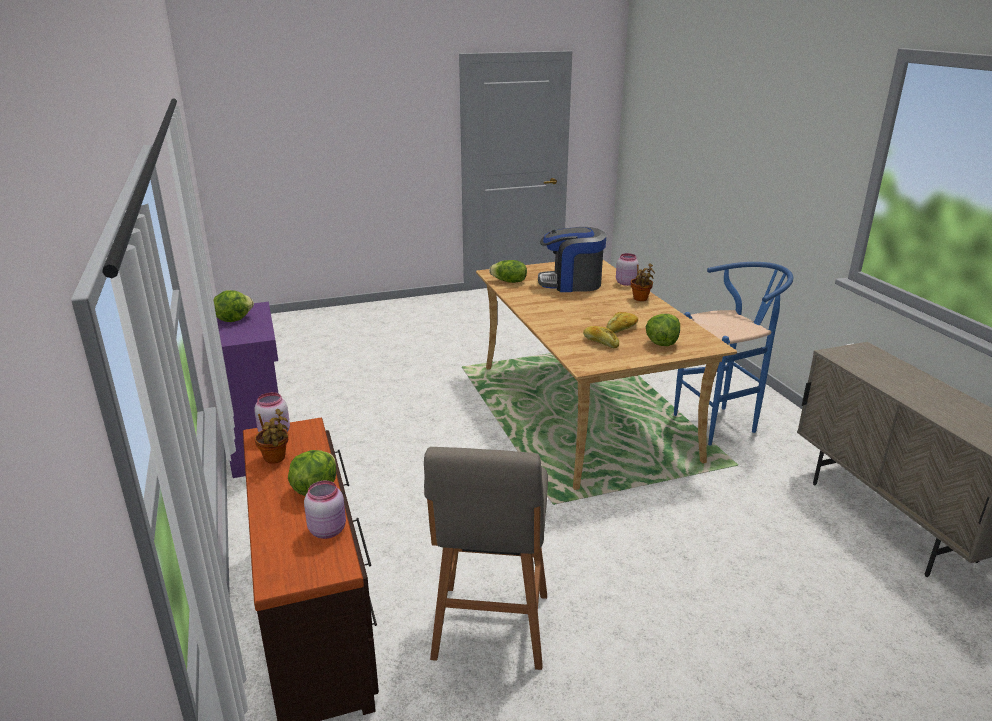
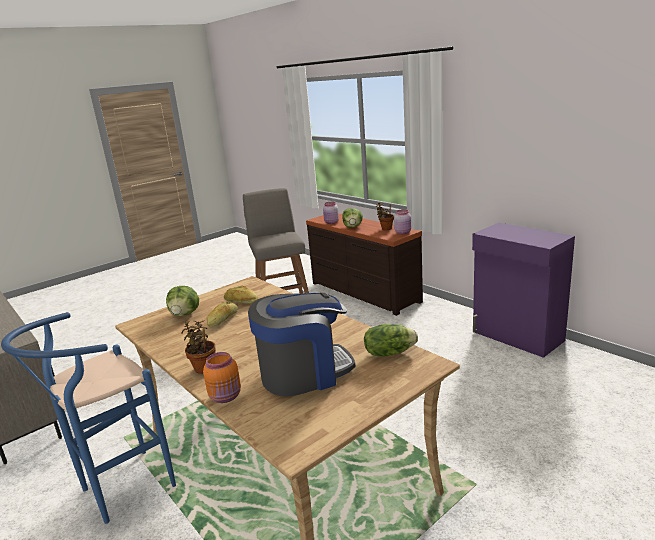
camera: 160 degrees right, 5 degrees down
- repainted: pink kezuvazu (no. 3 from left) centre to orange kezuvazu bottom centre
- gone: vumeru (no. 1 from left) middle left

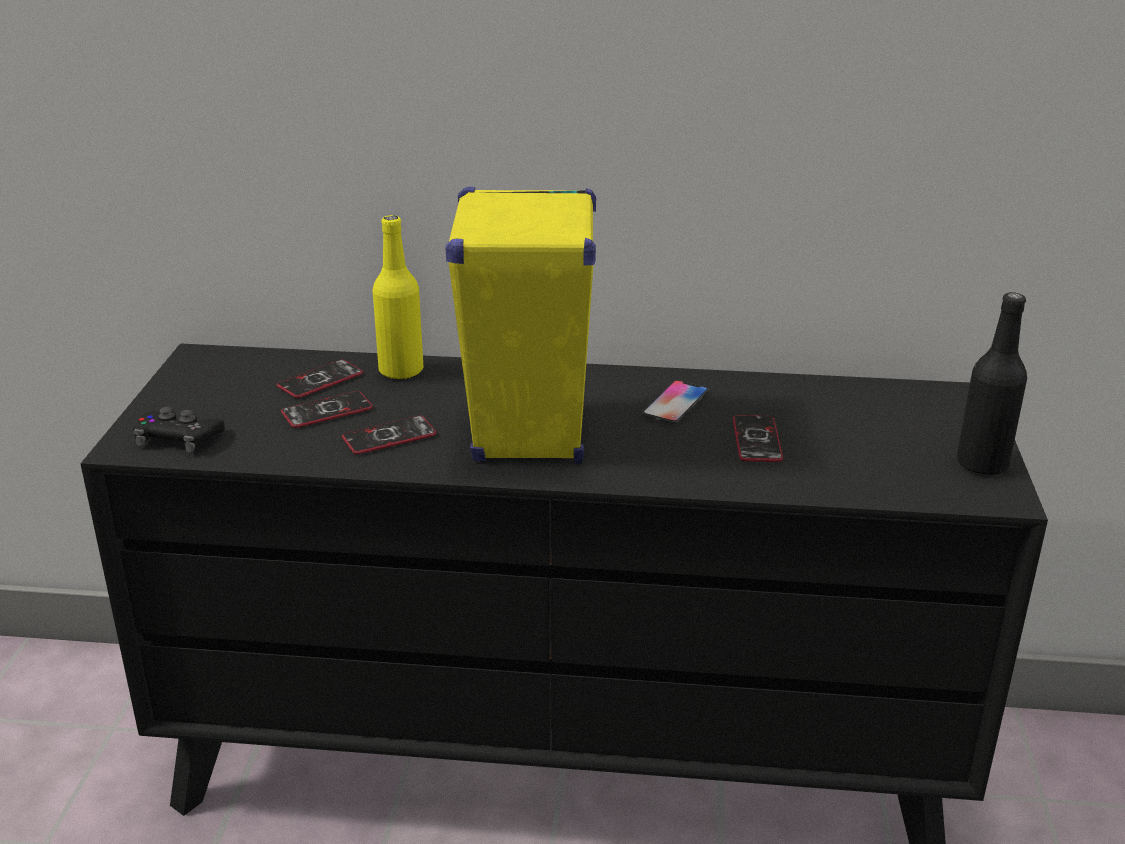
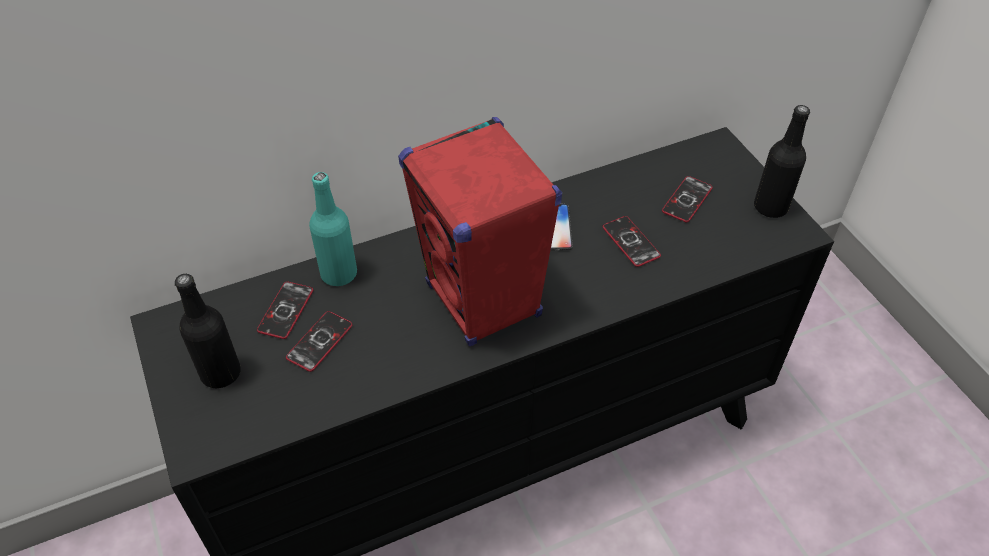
camera: 30 degrees left, 20 degrees up
- repainted: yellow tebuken centre to red tebuken centre
- repainted: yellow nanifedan centre to turquoise nanifedan centre
- gone: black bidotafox middle left
- shifted: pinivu (no. 3 from left in the first image) centre to pinivu (no. 5 from left) middle right
- new: black nanifedan (no. 1 from left) middle left

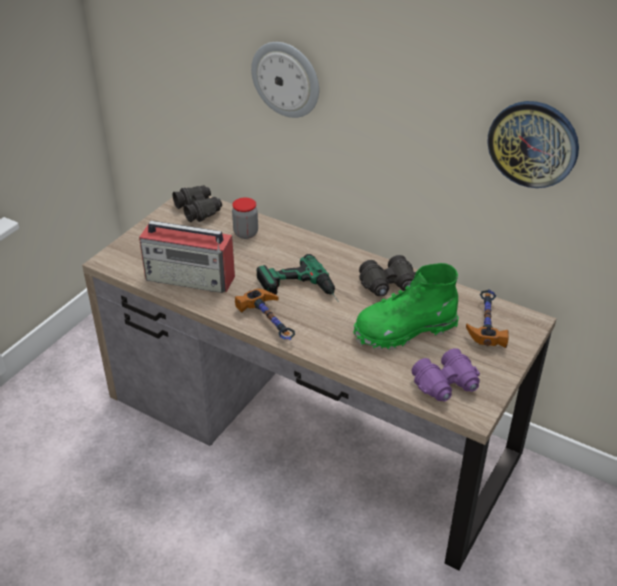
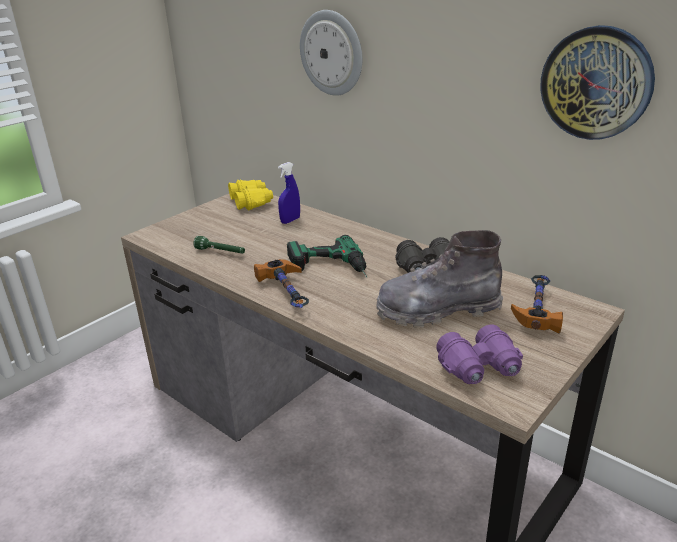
camera: 10 degrees right, 10 degrees down
- repainted: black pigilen (no. 1 from left) middle left to yellow pigilen centre
- swapped: kezuvazu centre to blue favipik centre
- swapped: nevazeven middle left to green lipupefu middle left
- repainted: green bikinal centre to grey bikinal centre

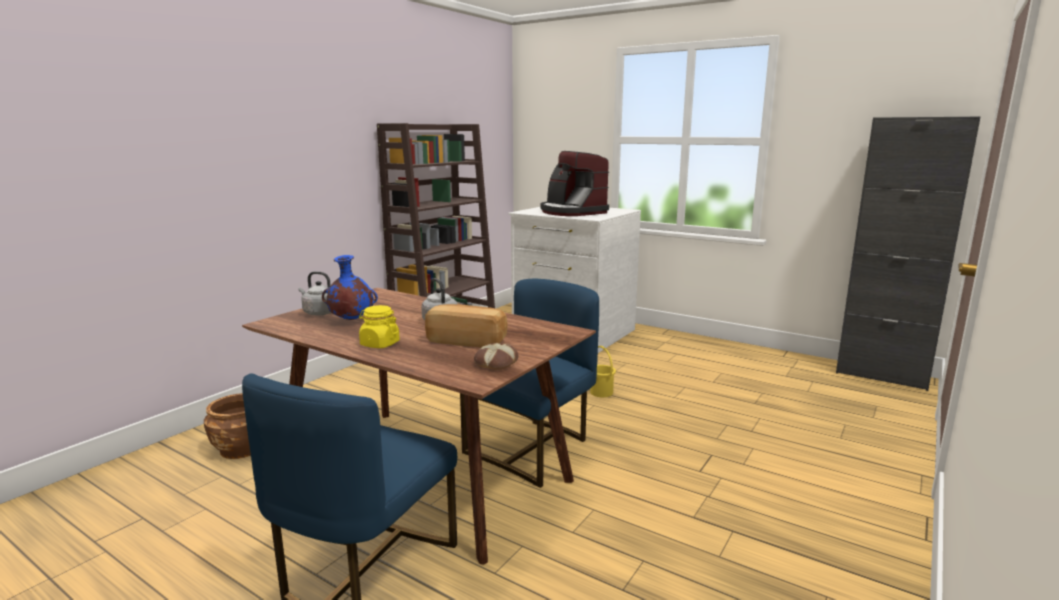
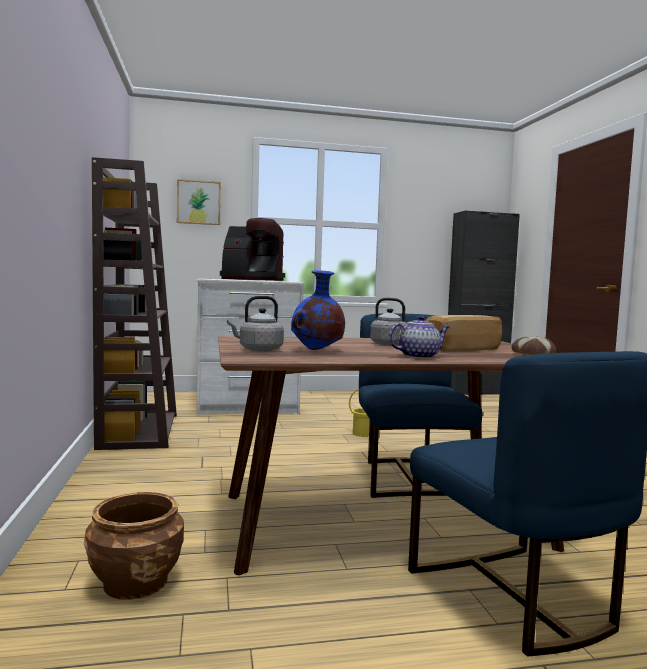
camera: 45 degrees left, 10 degrees down
- swapped: yellow kezuvazu centre to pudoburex centre
- new: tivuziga top left

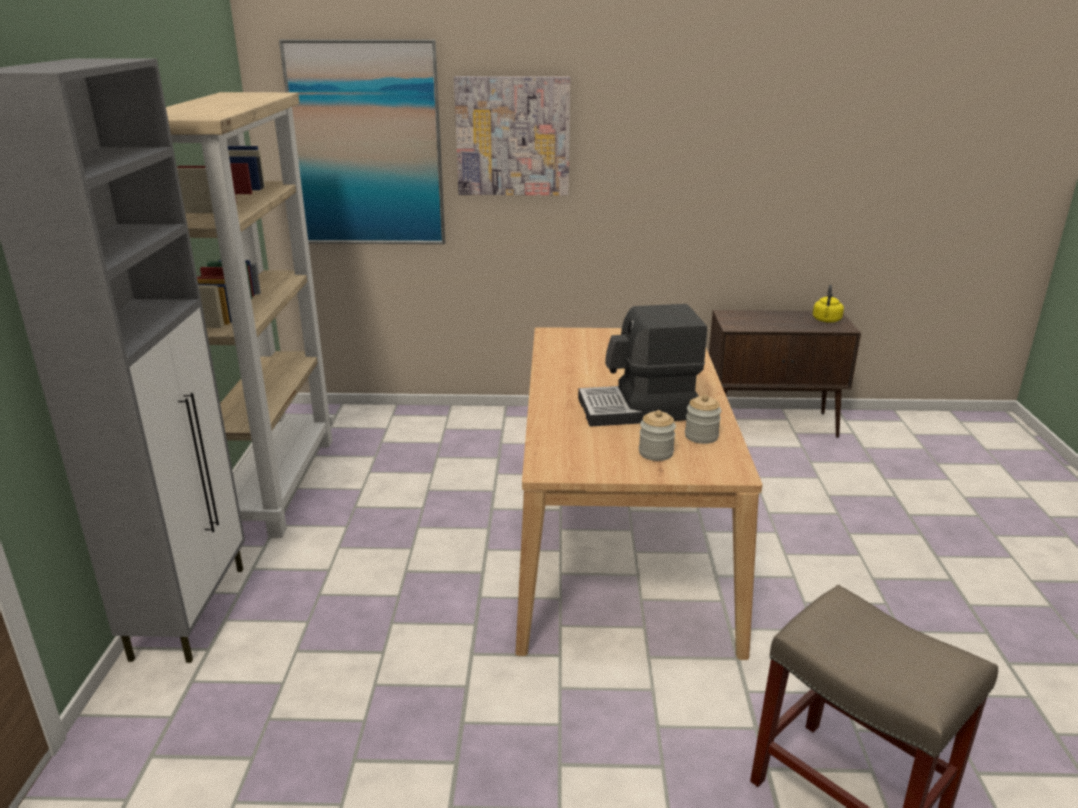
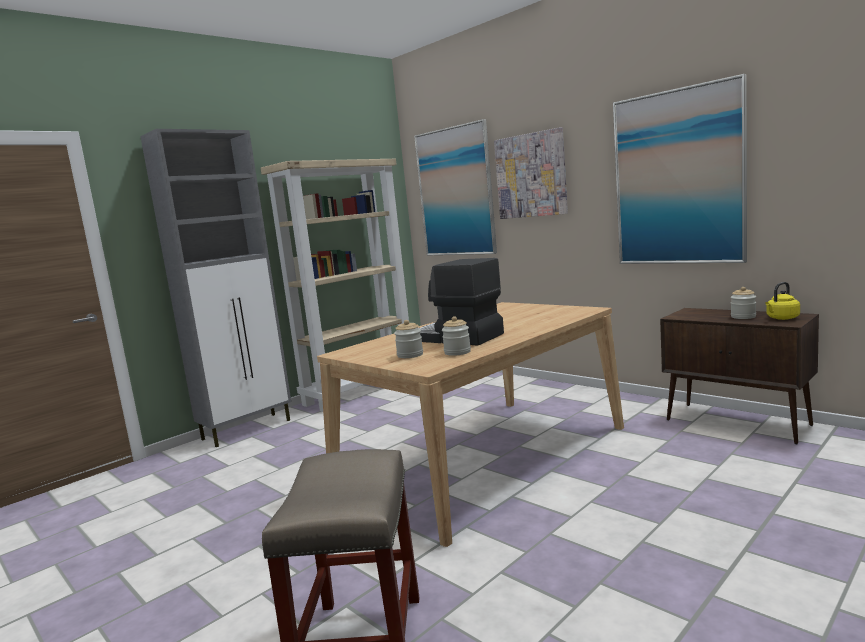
camera: 45 degrees right, 15 degrees down
- new: tivuziga (no. 3 from left) top right
- new: kezuvazu (no. 3 from left) middle right

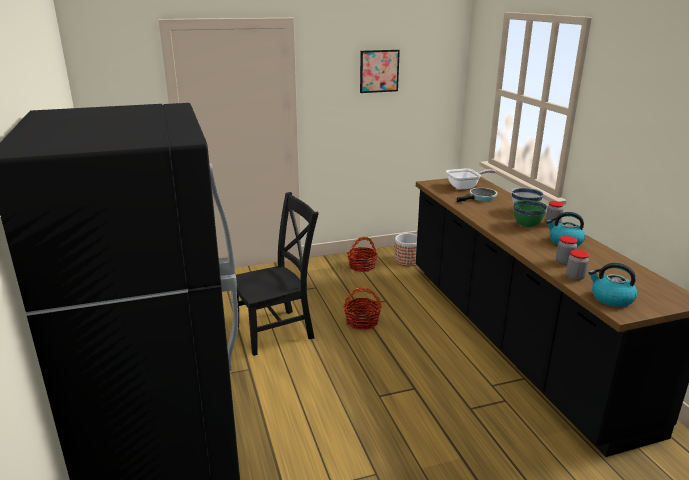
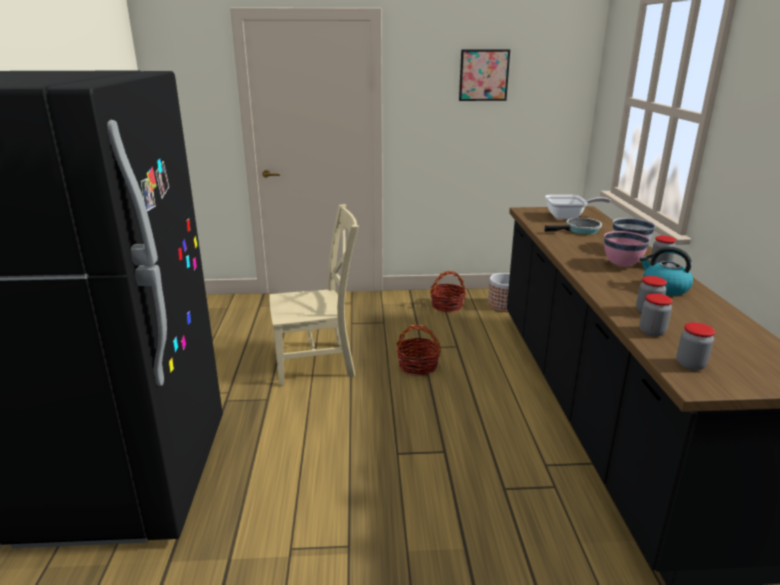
camera: 15 degrees right, 0 degrees up
- repainted: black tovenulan centre to beige tovenulan centre
- repainted: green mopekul middle right to pink mopekul middle right
- swapped: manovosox (no. 2 from left) middle right to kezuvazu (no. 4 from left) middle right

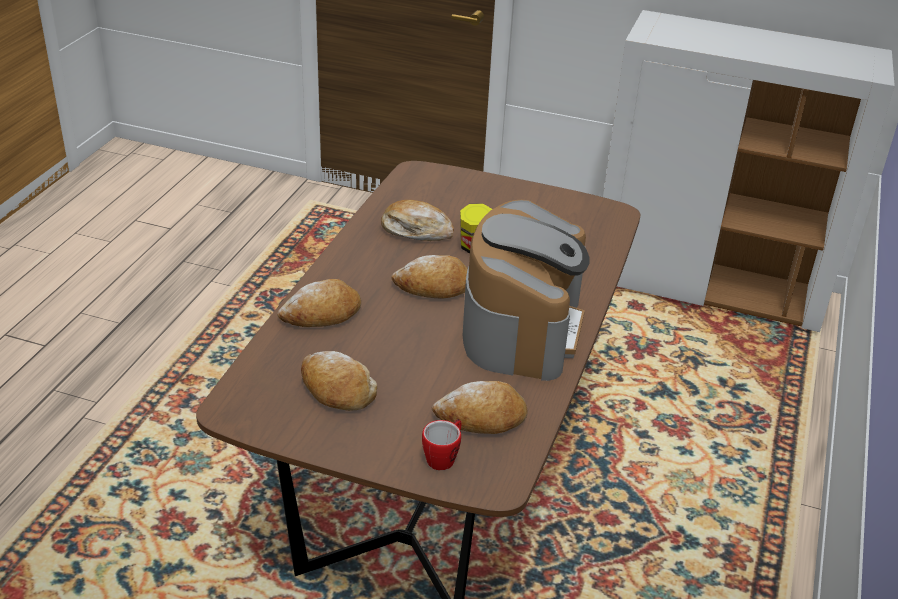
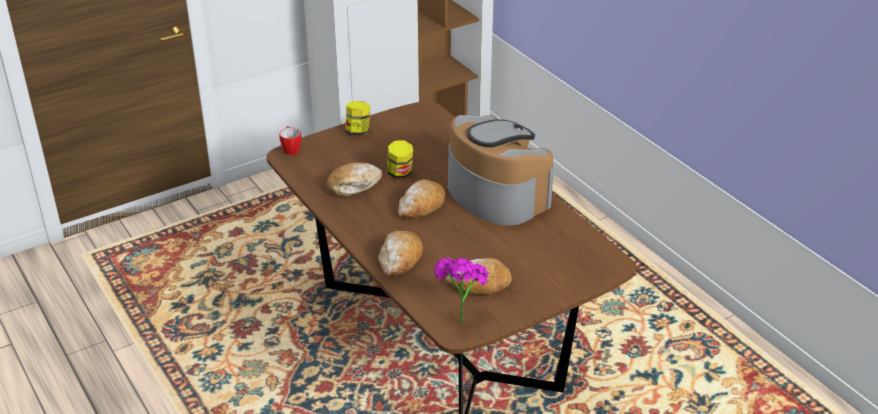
camera: 50 degrees left, 0 degrees up
- gone: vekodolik (no. 5 from left) bottom centre
- shifted: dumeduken bottom centre to middle left
- new: kezuvazu (no. 1 from left) top centre
- new: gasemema bottom centre

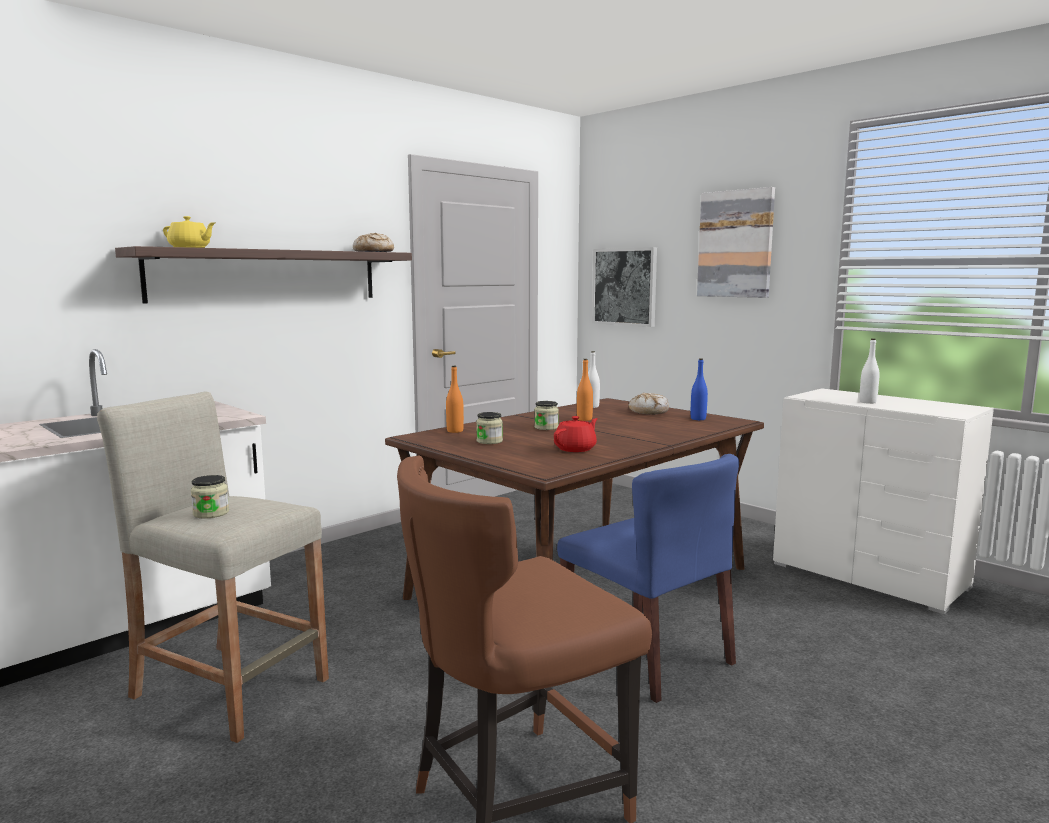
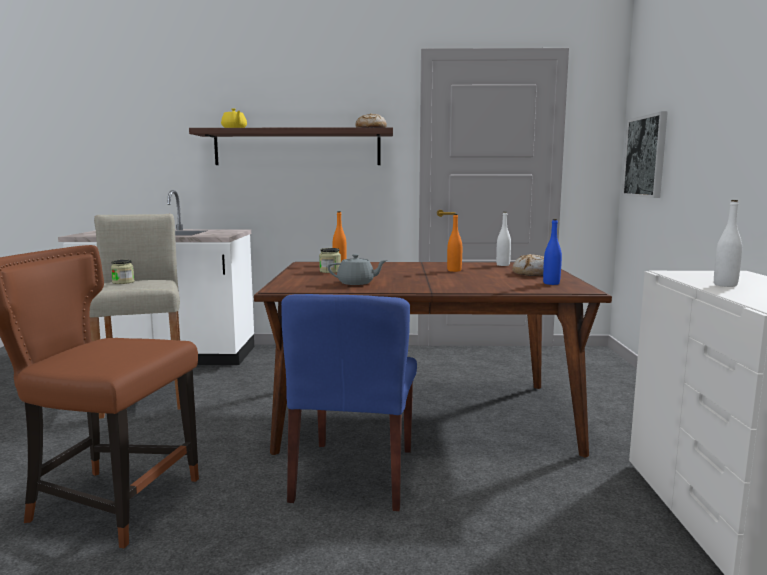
camera: 45 degrees right, 0 degrees up
- gone: tivuziga (no. 2 from left) top right
- gone: kezuvazu (no. 3 from left) centre
- repainted: red pudoburex centre to grey pudoburex centre

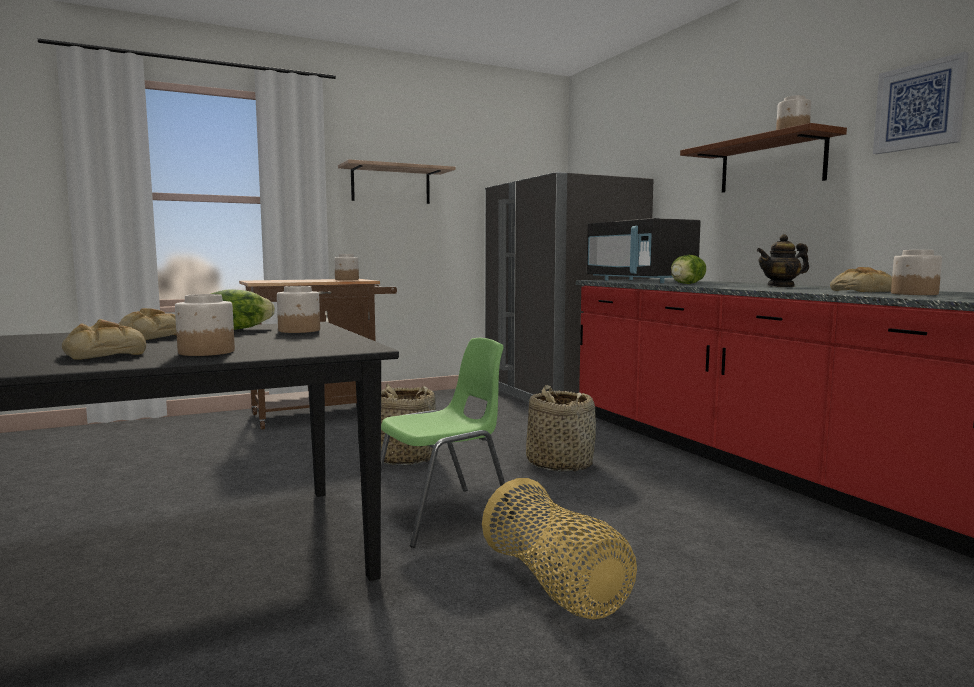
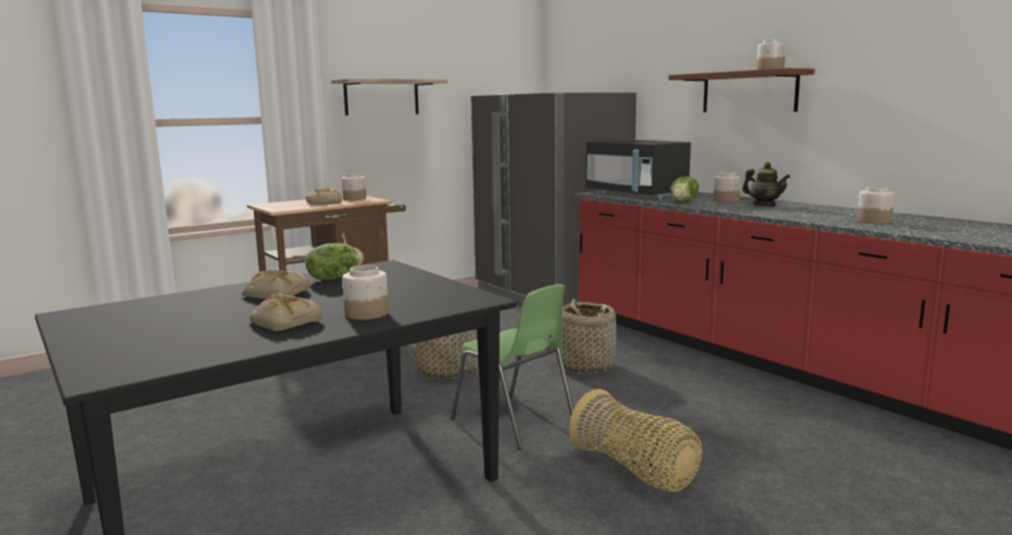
camera: 10 degrees left, 5 degrees up
- gone: tivuziga top right
- rotated: pudoburex middle right = middle right 120 degrees counterclockwise
- shifted: vekodolik (no. 3 from left) middle right to middle left
- shifted: kezuvazu (no. 2 from left in the first image) middle left to kezuvazu (no. 3 from left) middle right
- rotated: green tovenulan centre = bottom centre 90 degrees clockwise

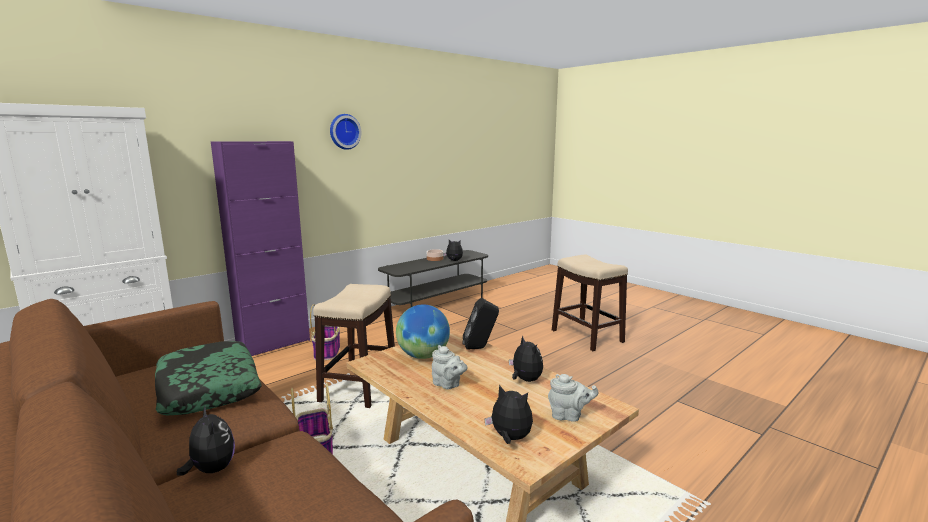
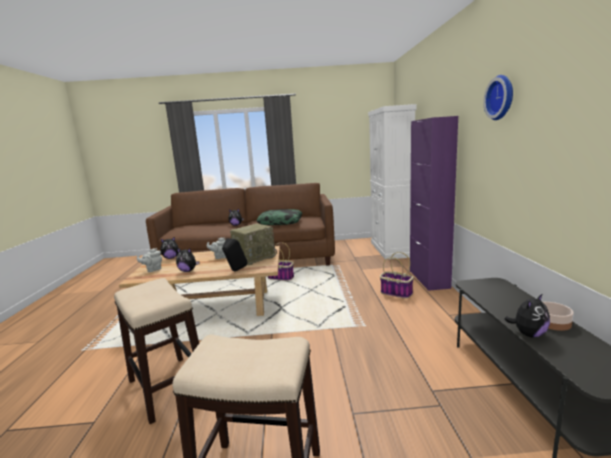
camera: 130 degrees right, 0 degrees up
- shifted: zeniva (no. 1 from left) centre to bottom left
- swapped: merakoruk centre to nevazeven centre

